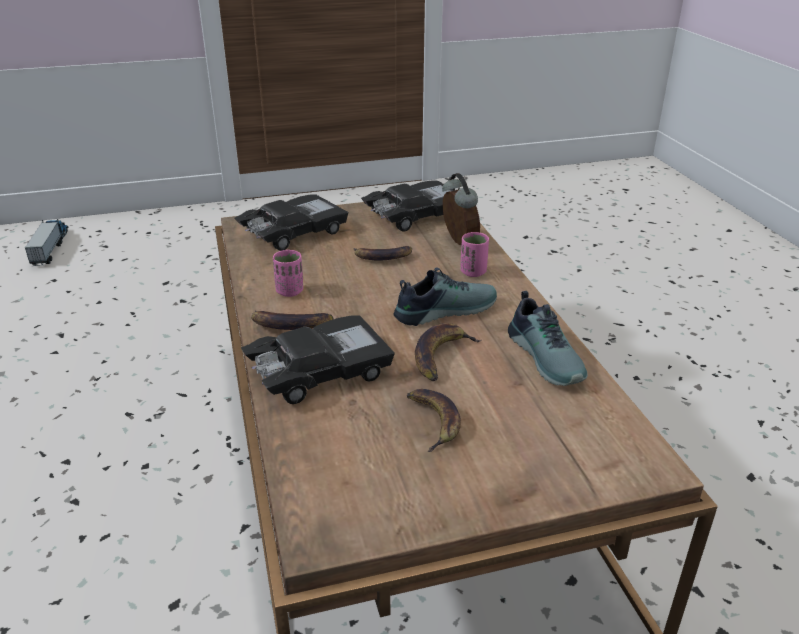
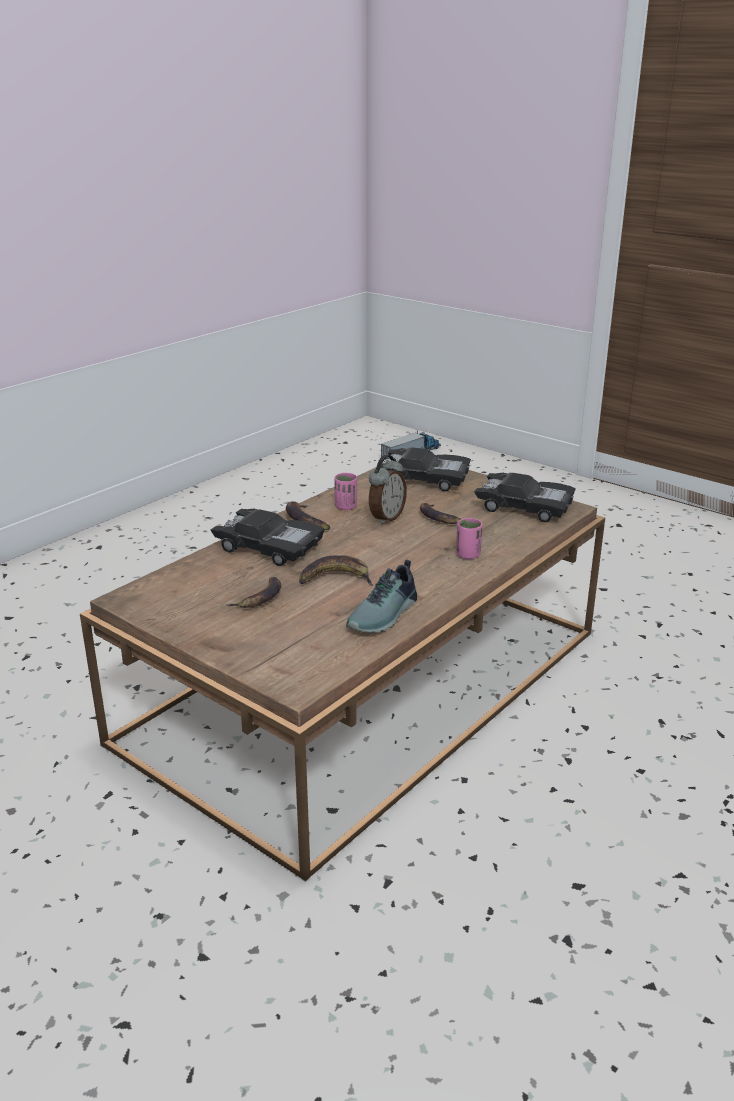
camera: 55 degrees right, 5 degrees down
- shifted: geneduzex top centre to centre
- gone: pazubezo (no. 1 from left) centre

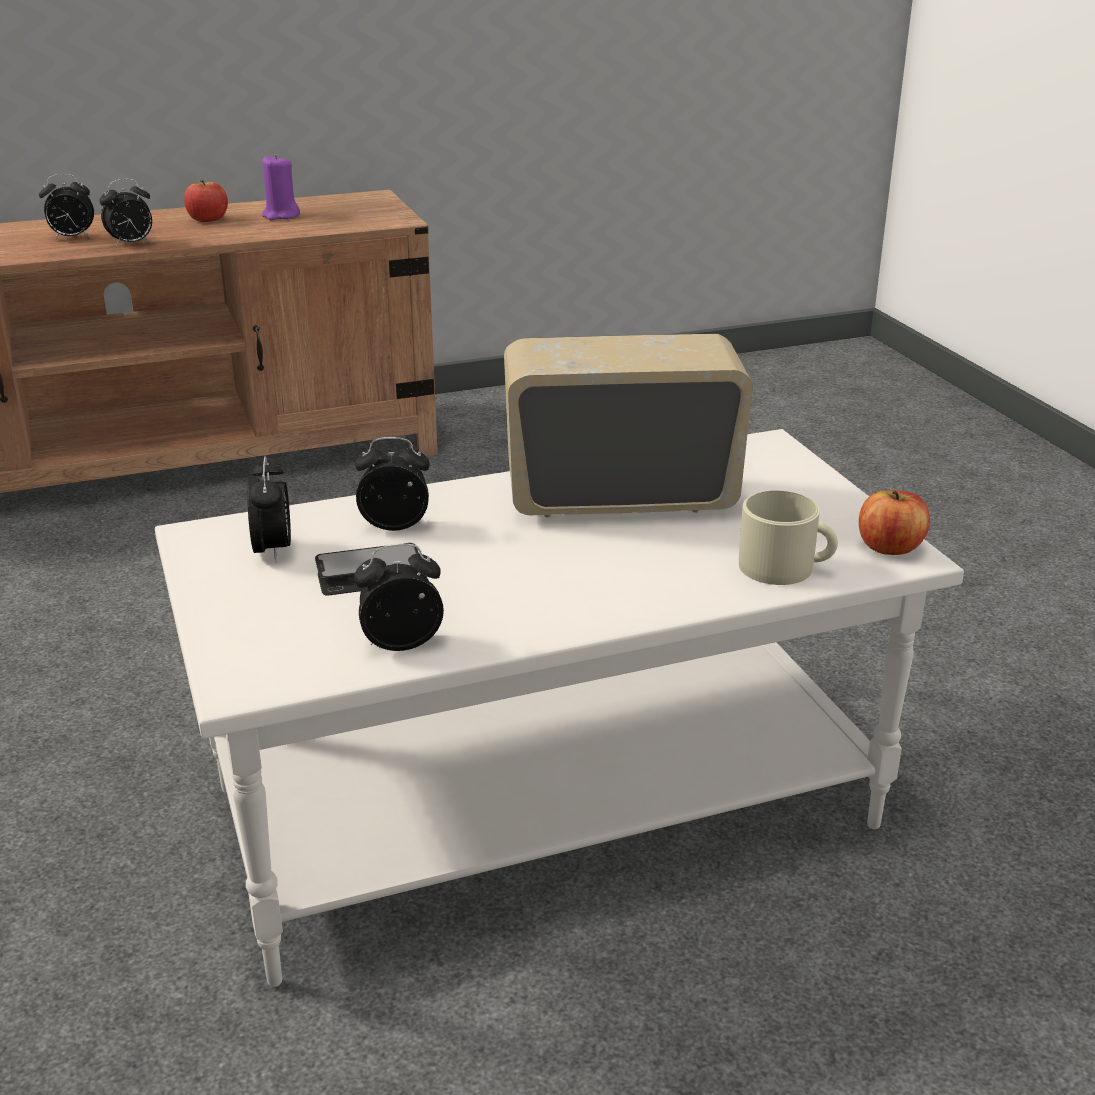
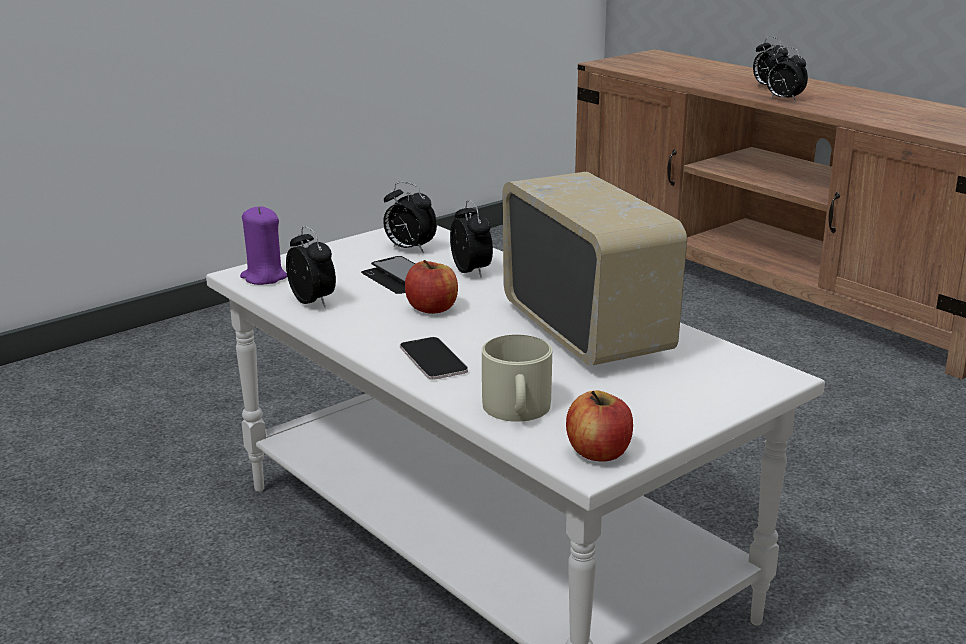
camera: 70 degrees right, 5 degrees down
- shifted: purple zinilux top left to middle left
- shifted: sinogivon (no. 1 from left) top left to centre
- rotated: geneduzex (no. 3 from left in the first image) middle left = centre 60 degrees clockwise
- new: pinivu (no. 2 from left) centre

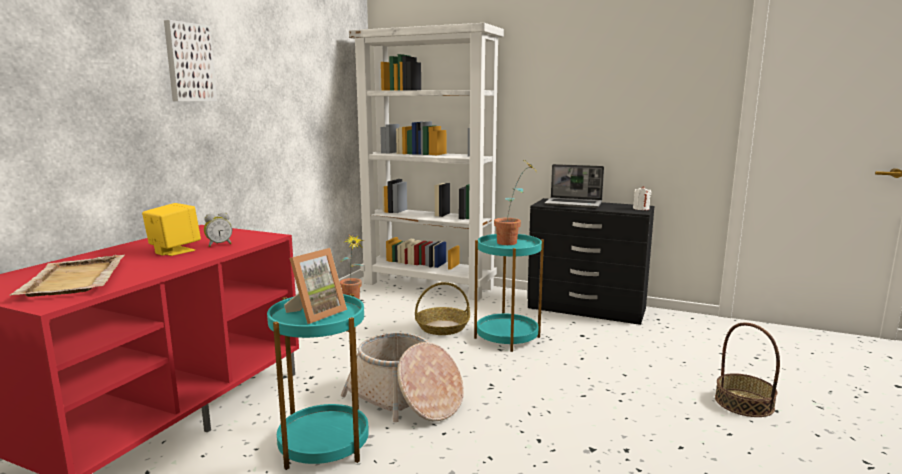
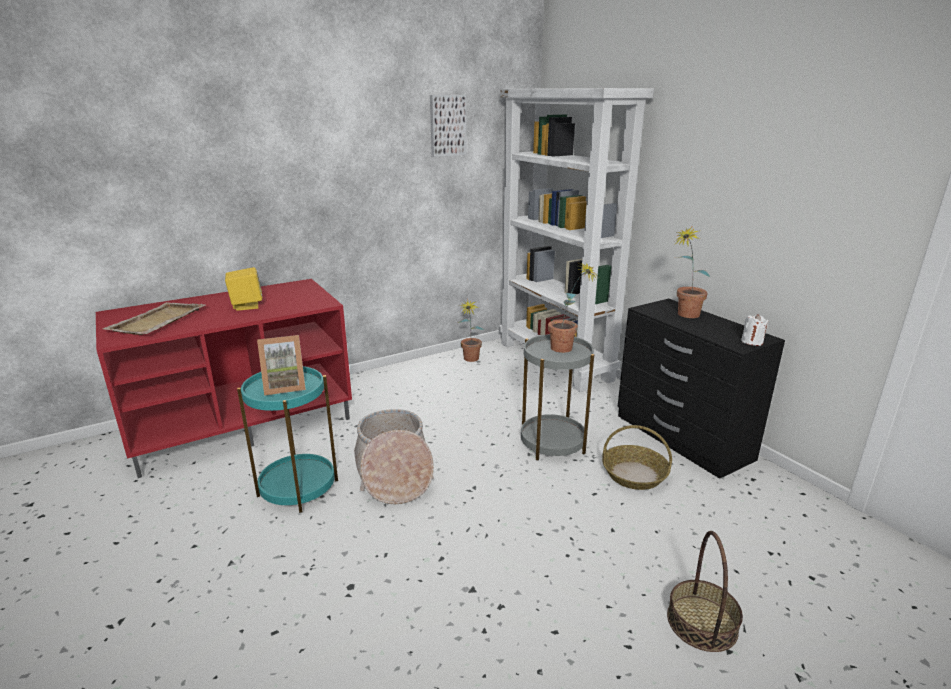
camera: 35 degrees right, 10 degrees up
- shifted: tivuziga top left to top centre
- swapped: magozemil centre to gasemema (no. 3 from left) middle right
- gone: geneduzex middle left
- repainted: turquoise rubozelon (no. 2 from left) centre to grey rubozelon centre
- shifted: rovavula (no. 2 from left) centre to middle right

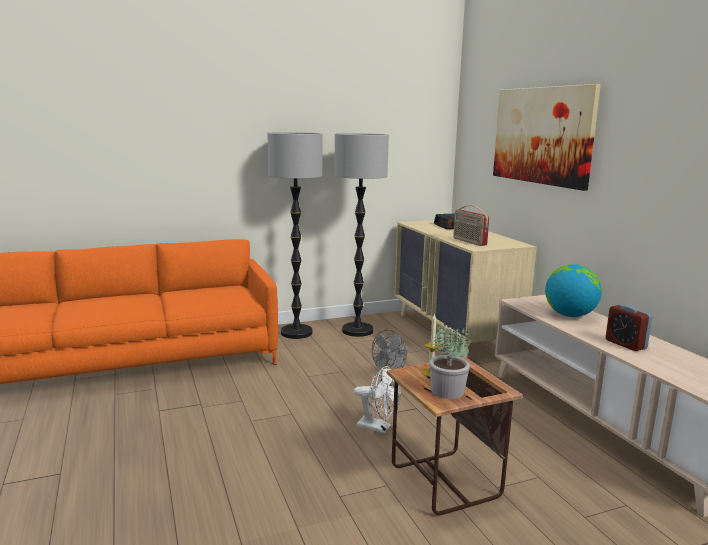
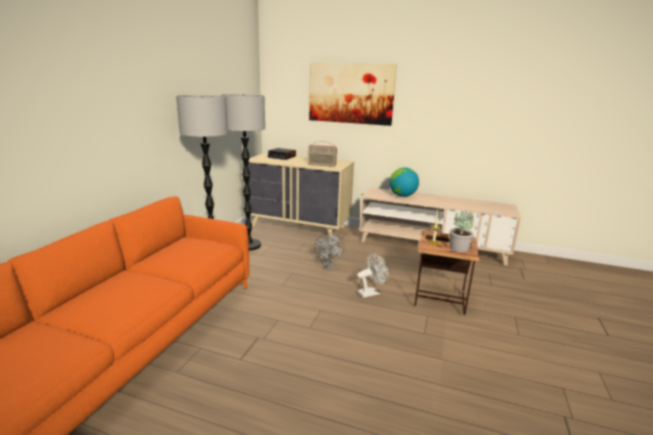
camera: 50 degrees left, 5 degrees up
- gone: geneduzex (no. 2 from left) middle right

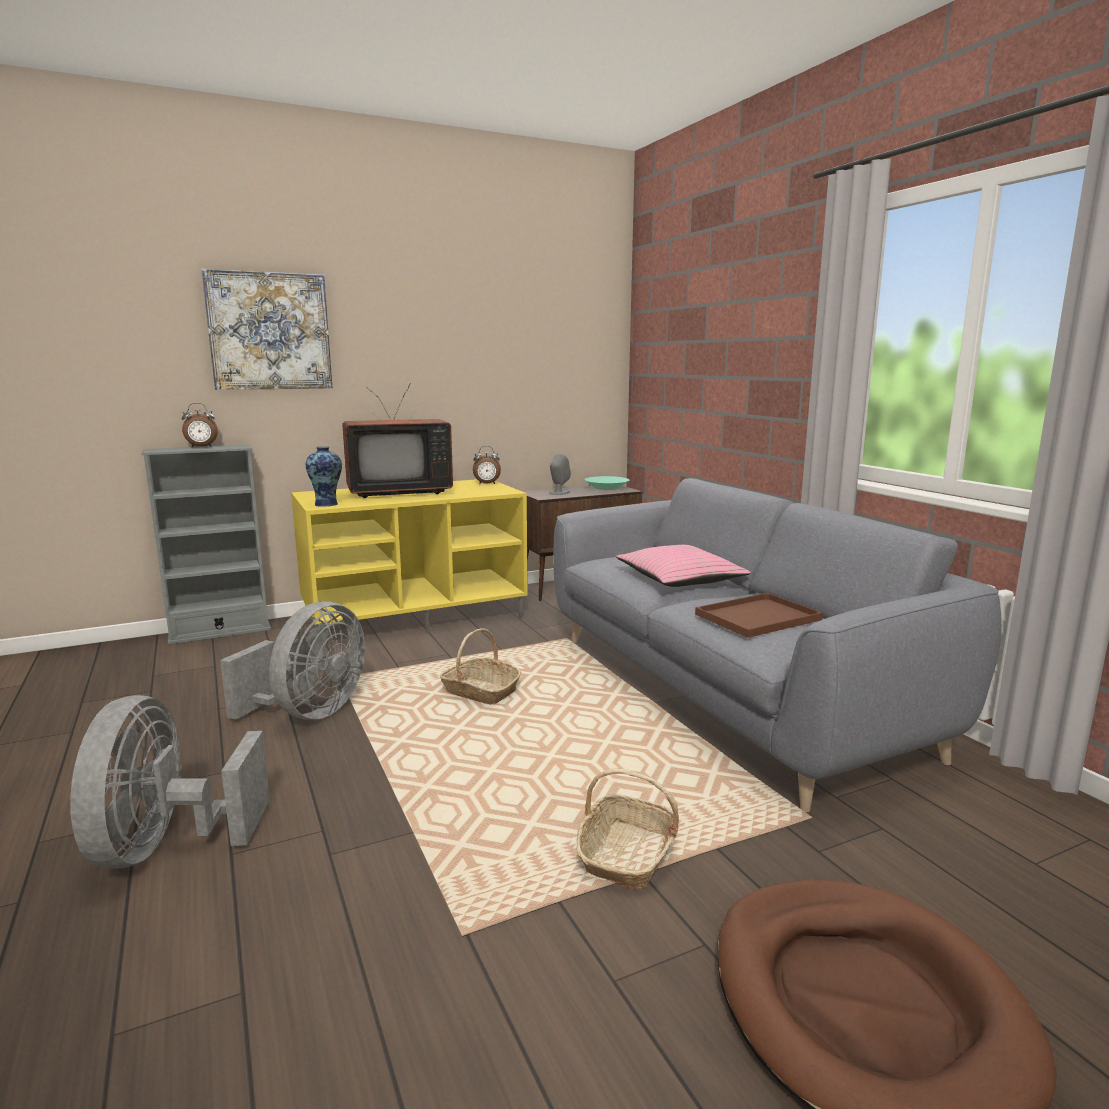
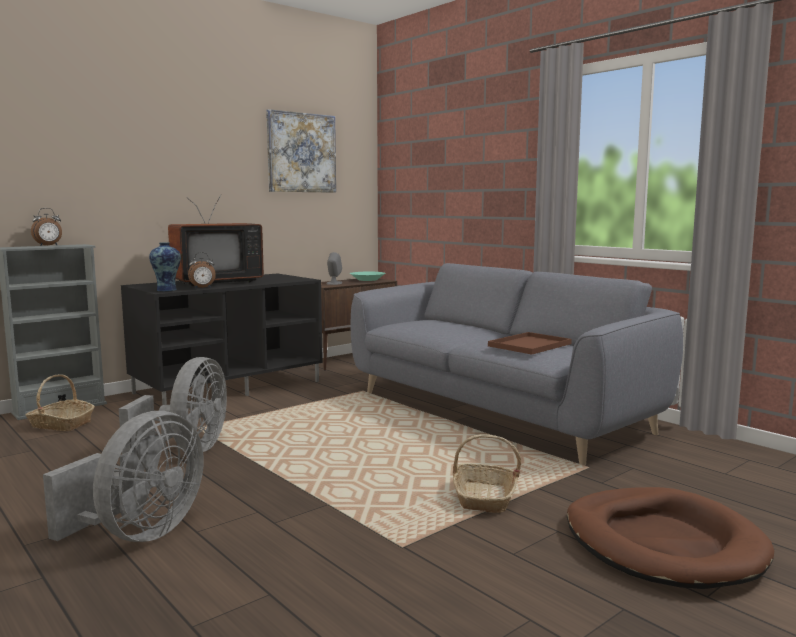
camera: 15 degrees left, 5 degrees down
- shifted: tivuziga top left to top centre
- shifted: geneduzex (no. 2 from left) centre to middle left
- repainted: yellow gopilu centre to black gopilu middle left
- gone: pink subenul centre
- shifted: rovavula (no. 1 from left) centre to middle left
- rotated: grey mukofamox (no. 1 from left) bottom left = bottom left 135 degrees counterclockwise

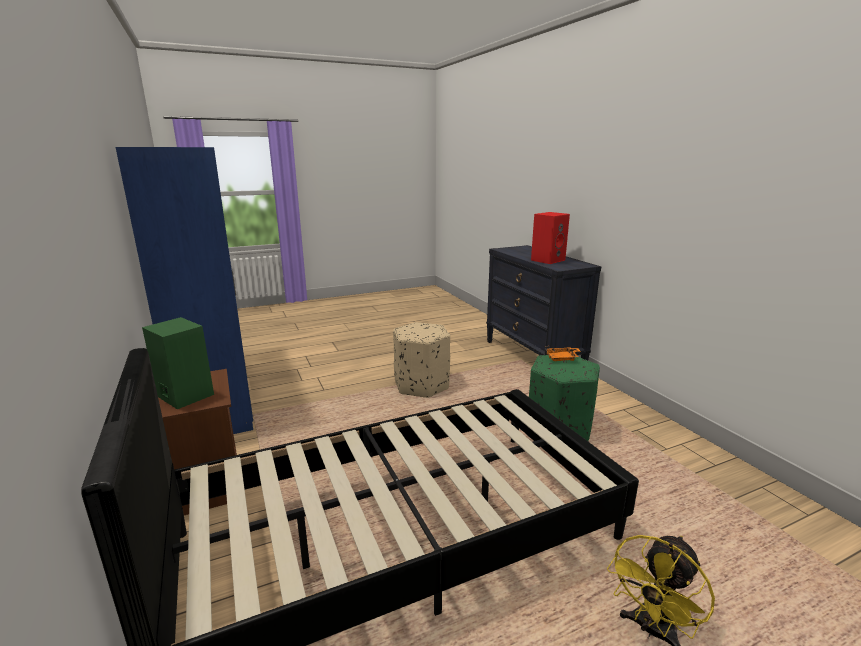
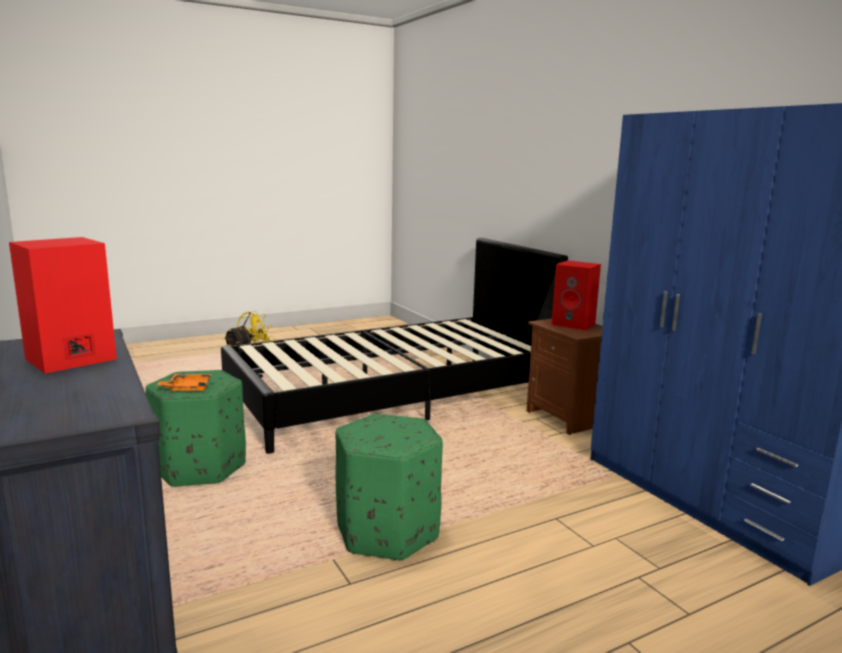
camera: 175 degrees right, 5 degrees down
- repainted: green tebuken middle left to red tebuken (no. 2 from left) middle right
- repainted: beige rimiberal centre to green rimiberal (no. 2 from left) bottom centre

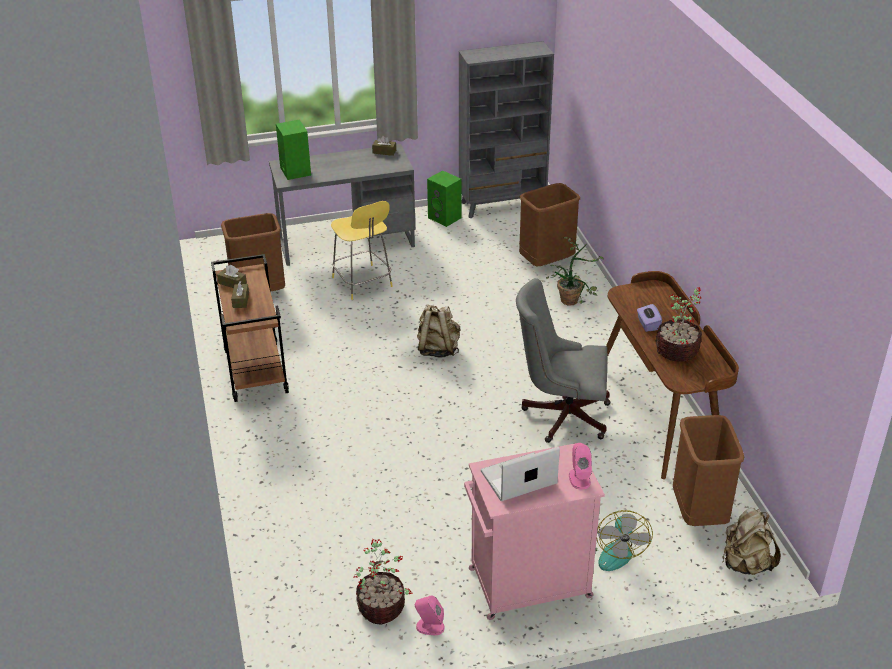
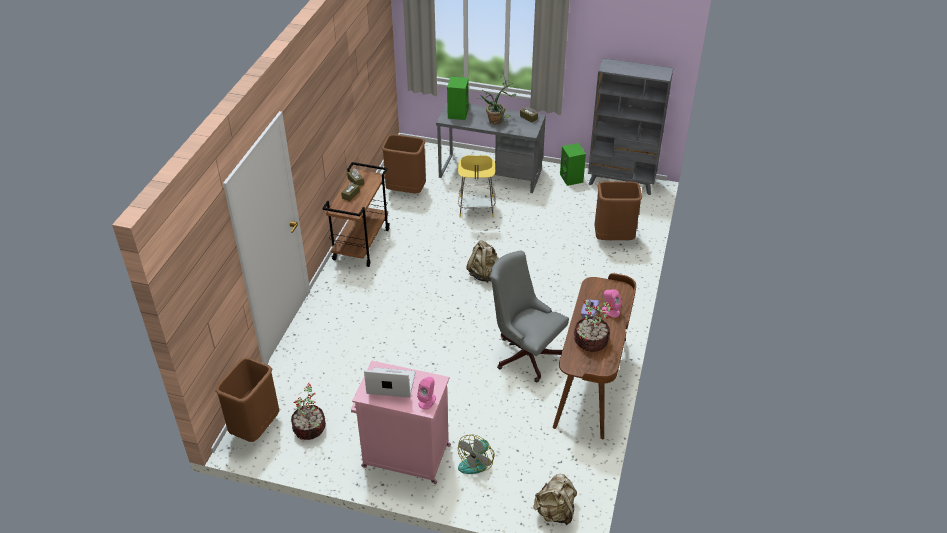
camera: 30 degrees right, 5 degrees up
- shifted: gasemema (no. 2 from left) centre to top centre
- shifted: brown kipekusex (no. 3 from left in the first image) bottom right to brown kipekusex (no. 1 from left) bottom left
- shifted: pink tebuken (no. 1 from left in the first image) bottom centre to pink tebuken (no. 2 from left) centre

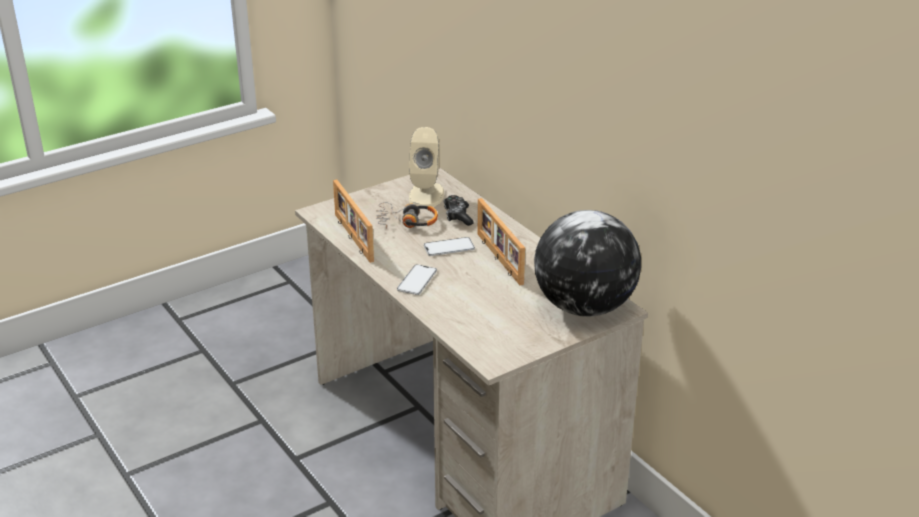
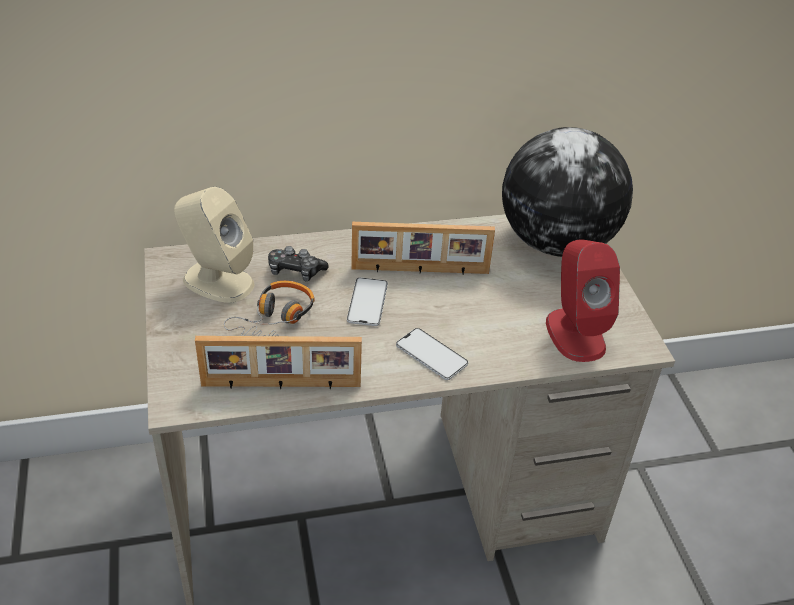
camera: 70 degrees left, 10 degrees up
- new: red tebuken middle right

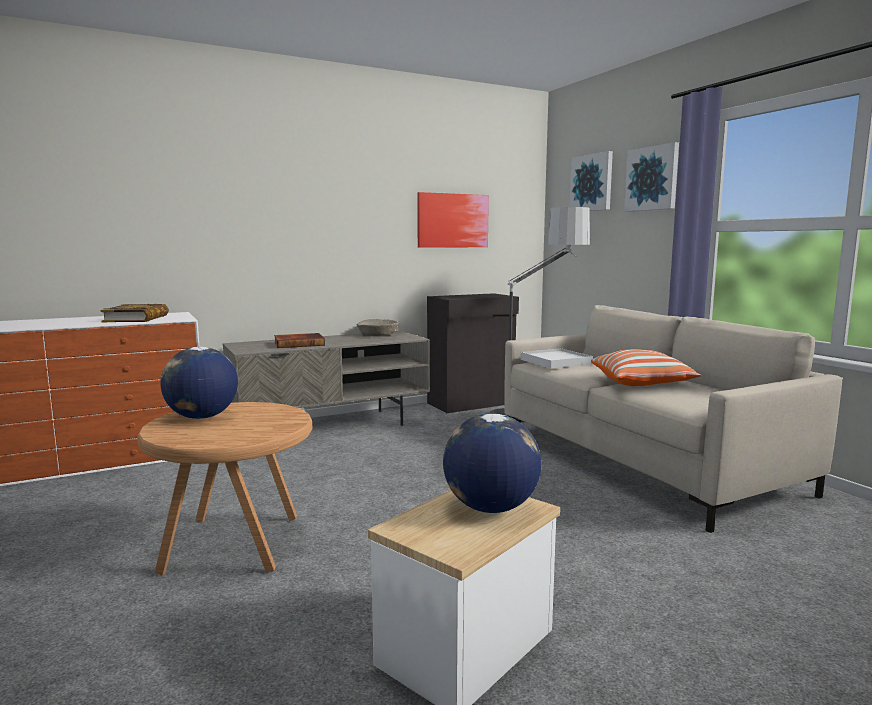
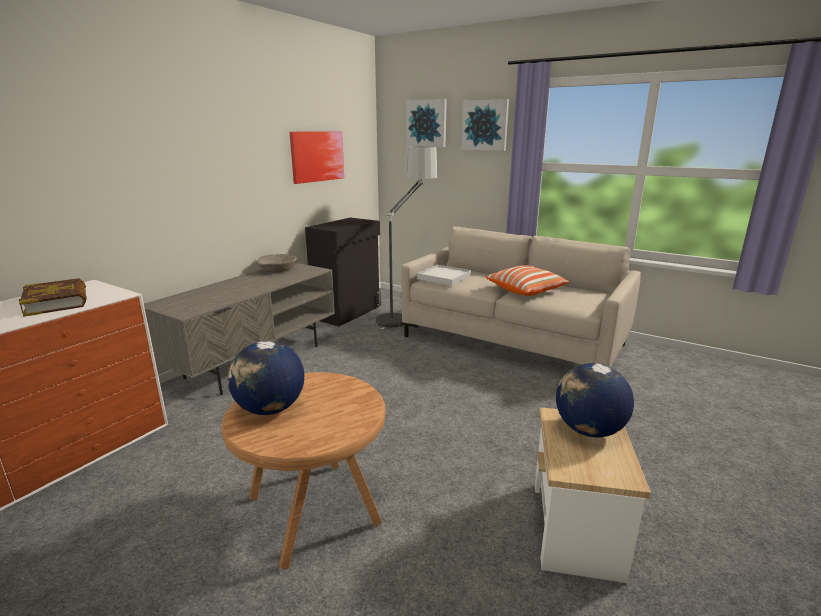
camera: 30 degrees left, 10 degrees up
- gone: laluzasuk (no. 2 from left) centre

